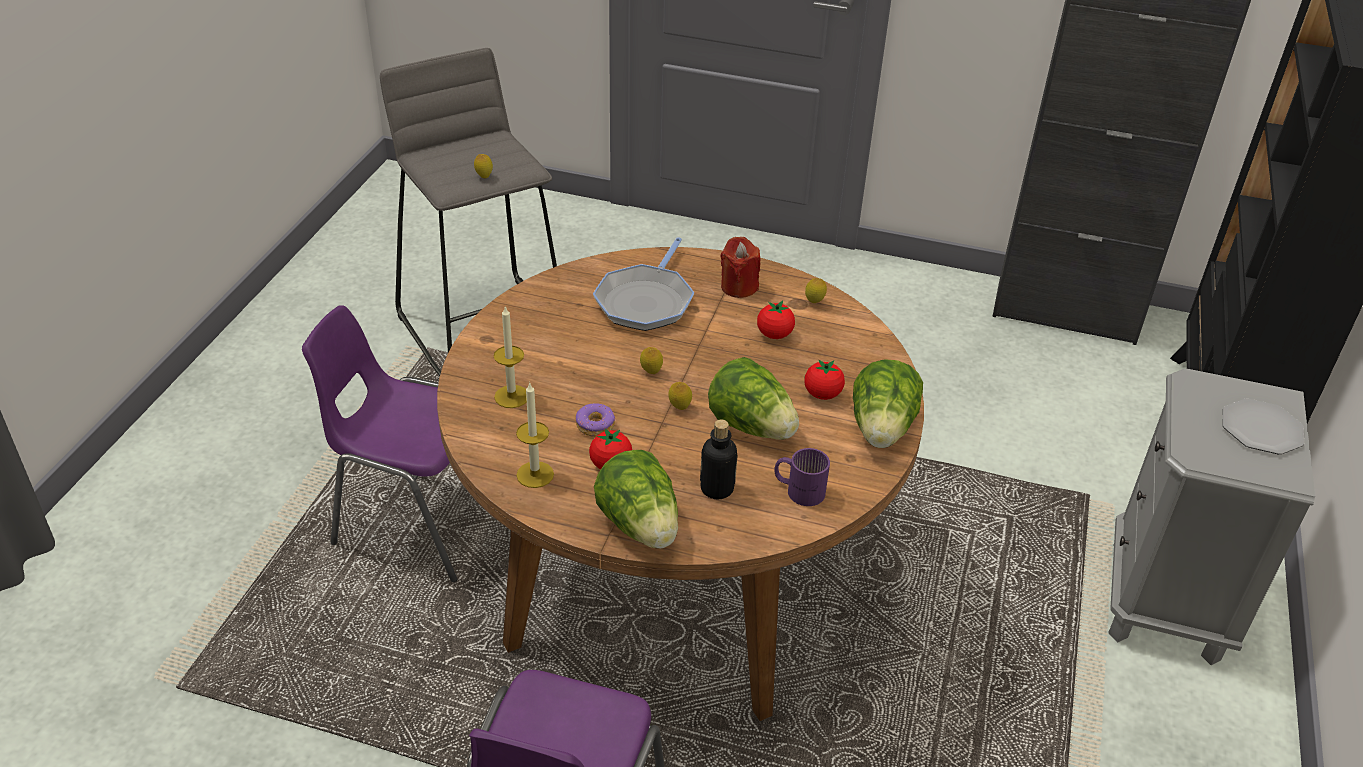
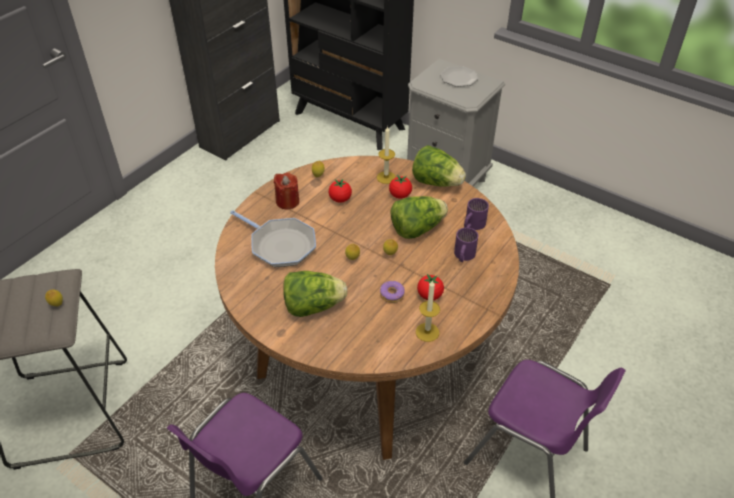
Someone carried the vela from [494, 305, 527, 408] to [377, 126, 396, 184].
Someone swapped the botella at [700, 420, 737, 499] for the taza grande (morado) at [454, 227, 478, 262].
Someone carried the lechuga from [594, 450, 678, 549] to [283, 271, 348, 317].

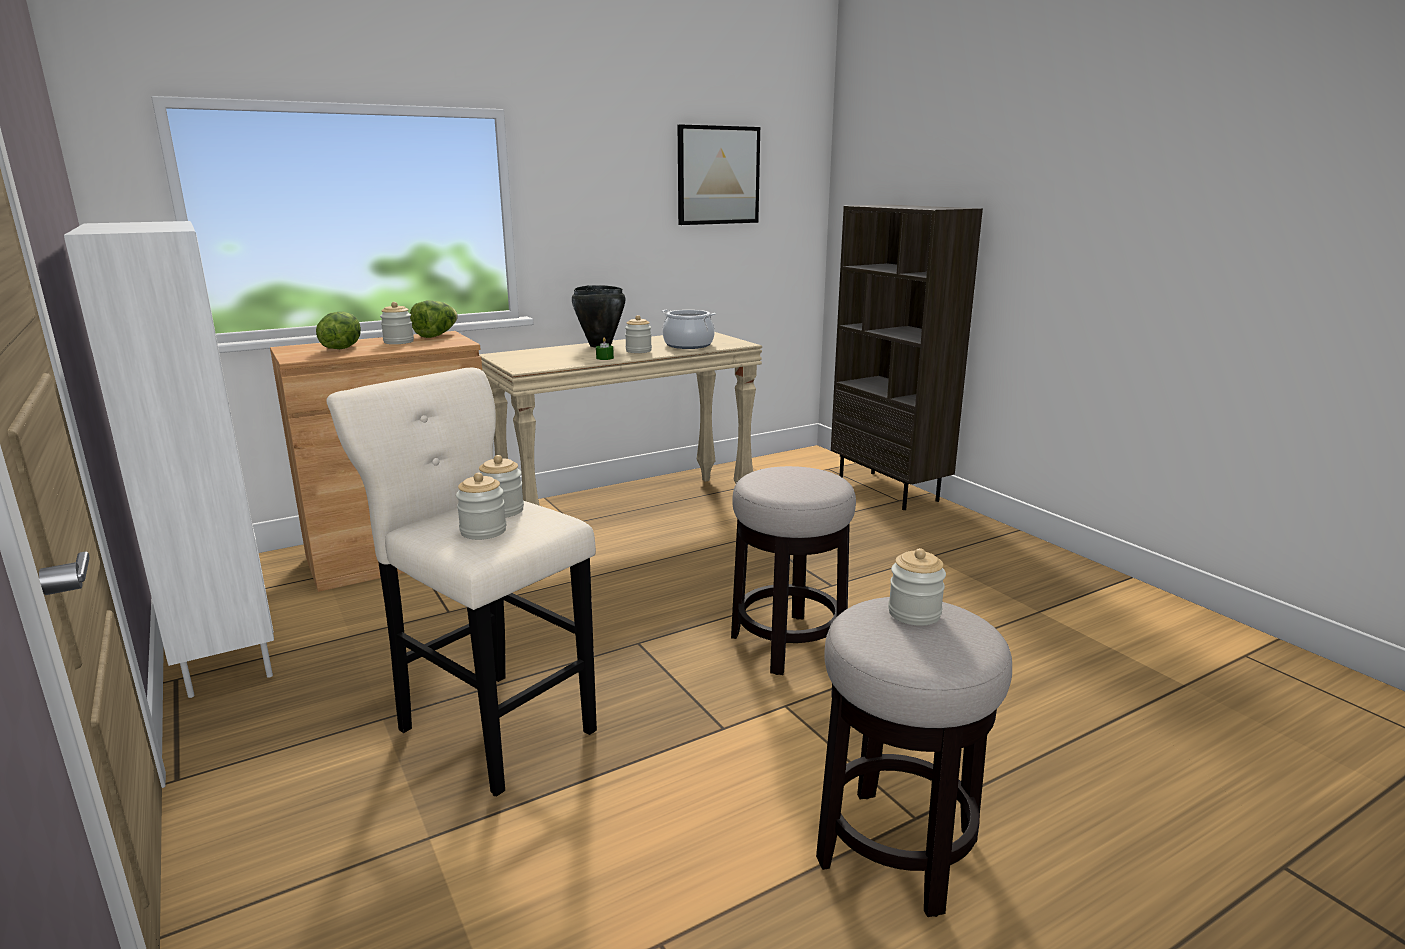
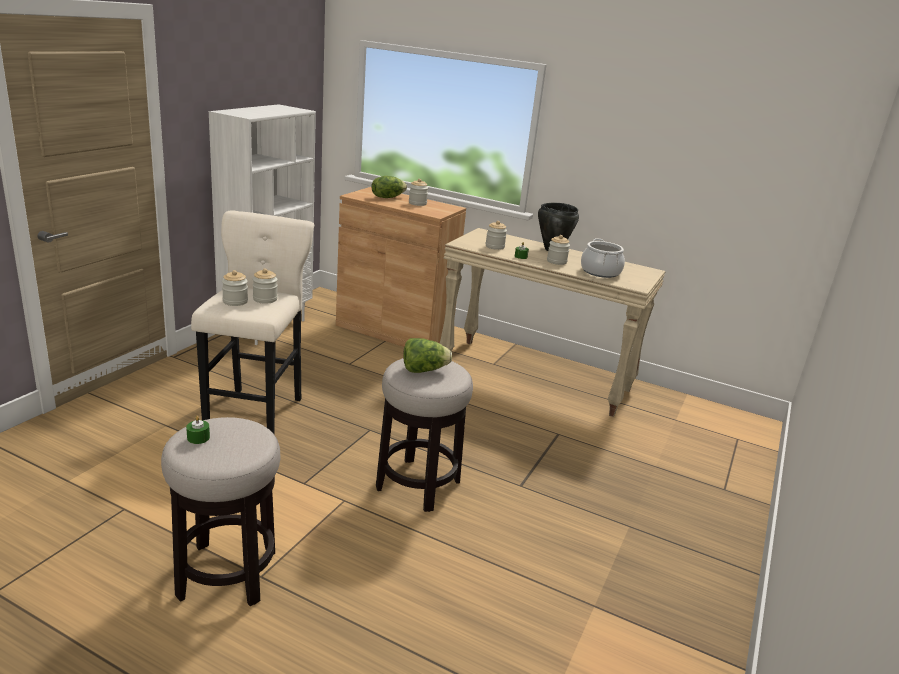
Someone took away the cuadro at [678, 124, 760, 225].
Someone took away the estantería (marrón) at [831, 205, 983, 510].
Someone carried the lechuga from [410, 300, 458, 338] to [404, 338, 452, 373].
Someone carried the tarro from [888, 548, 946, 626] to [485, 221, 507, 250].
Someone put down the vela (verde) at [186, 416, 210, 444].

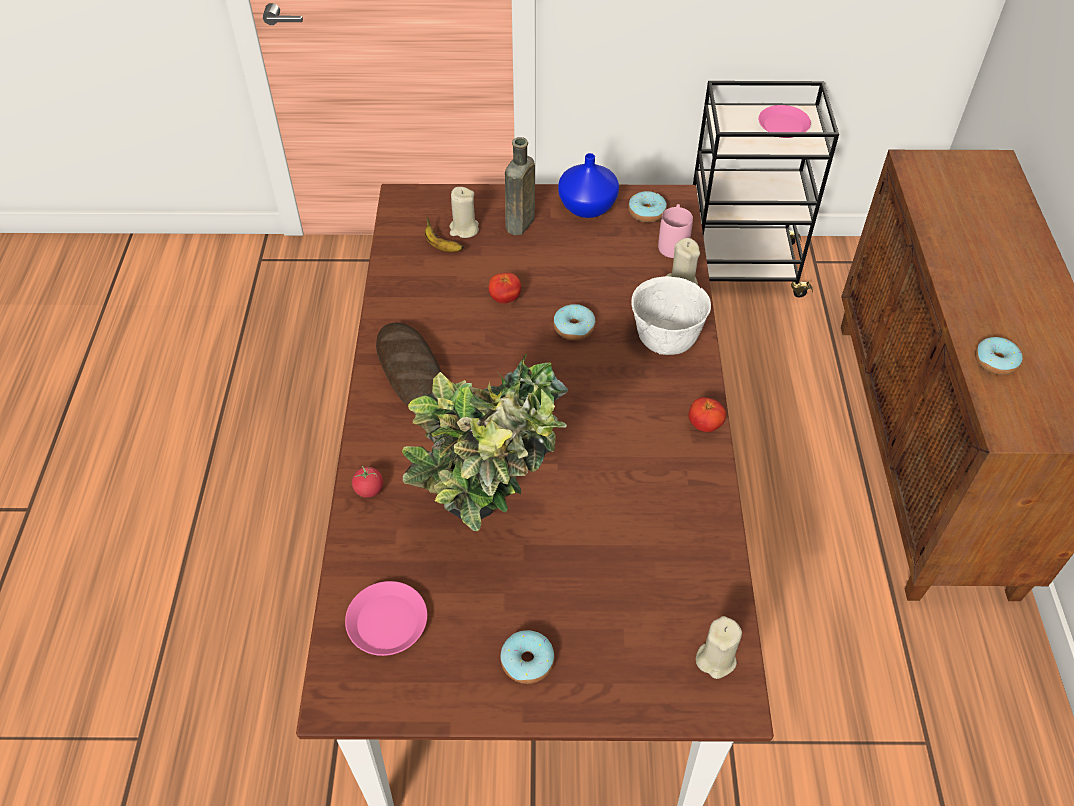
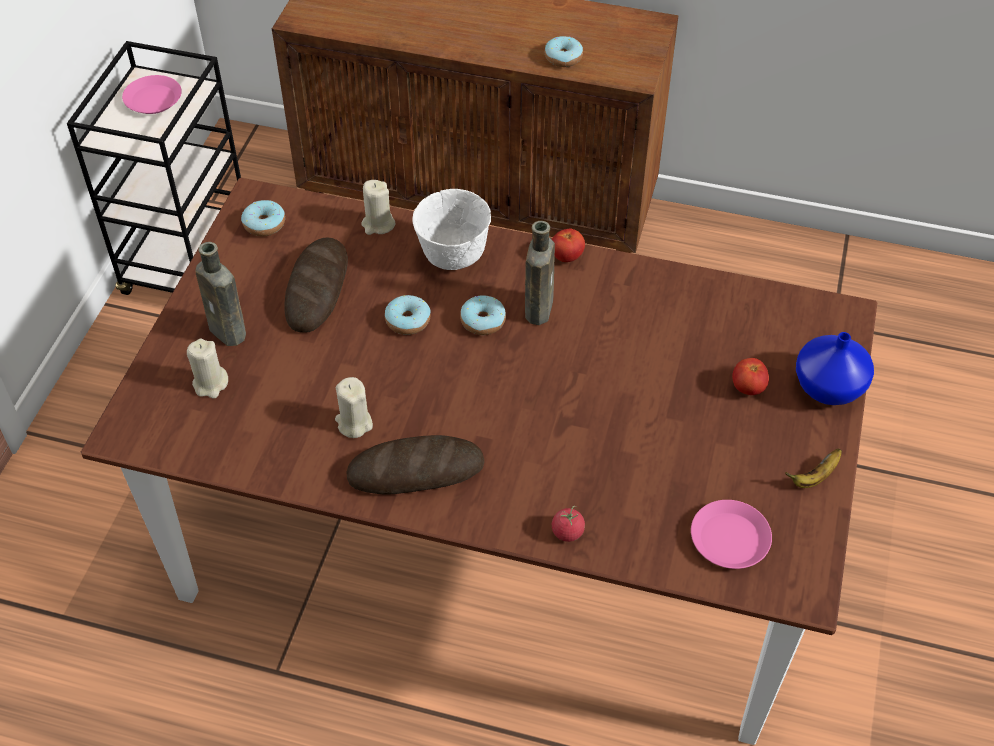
Someone carried the florero (azul) from [558, 153, 619, 218] to [796, 332, 874, 405].
Someone took away the taza grande (rosa) at [658, 204, 693, 258].
Someone carried the plátano from [425, 217, 464, 252] to [785, 449, 842, 488].
Someone carried the tomate from [489, 273, 521, 304] to [732, 358, 769, 395].
Someone took away the planta en maceta at [402, 353, 568, 531].
Someone carried the vela (beis) from [696, 616, 742, 679] to [335, 377, 373, 438].
Someone carried the rosquilla from [500, 630, 555, 684] to [460, 295, 506, 335].
Someone put down the botella (marrón) at [525, 221, 555, 325].
Someone put down the pan at [284, 237, 348, 333].

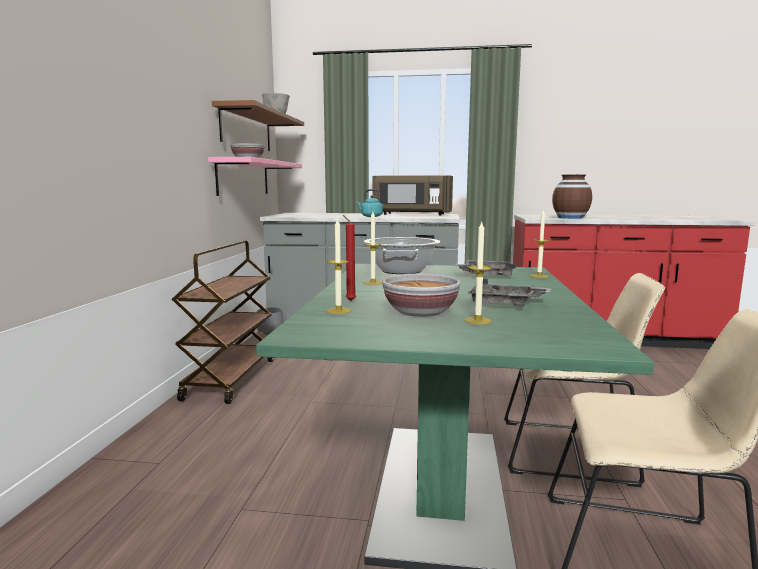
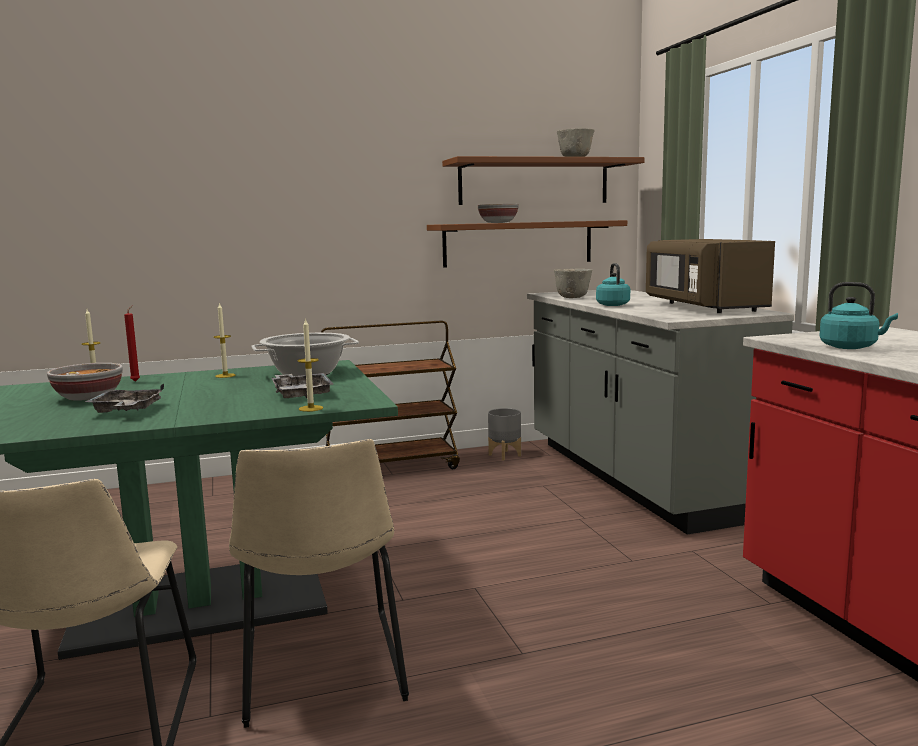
Someone repainted the estante (rosa) at [208, 157, 302, 196], which became the estante (marrón) at [427, 220, 627, 268].
Someone swapped the florero (marrón) at [552, 174, 592, 219] for the hervidor (turquesa) at [819, 282, 898, 349].
Someone took away the vela at [464, 222, 492, 325].
Someone put down the cuenco (gris) at [554, 269, 592, 298].

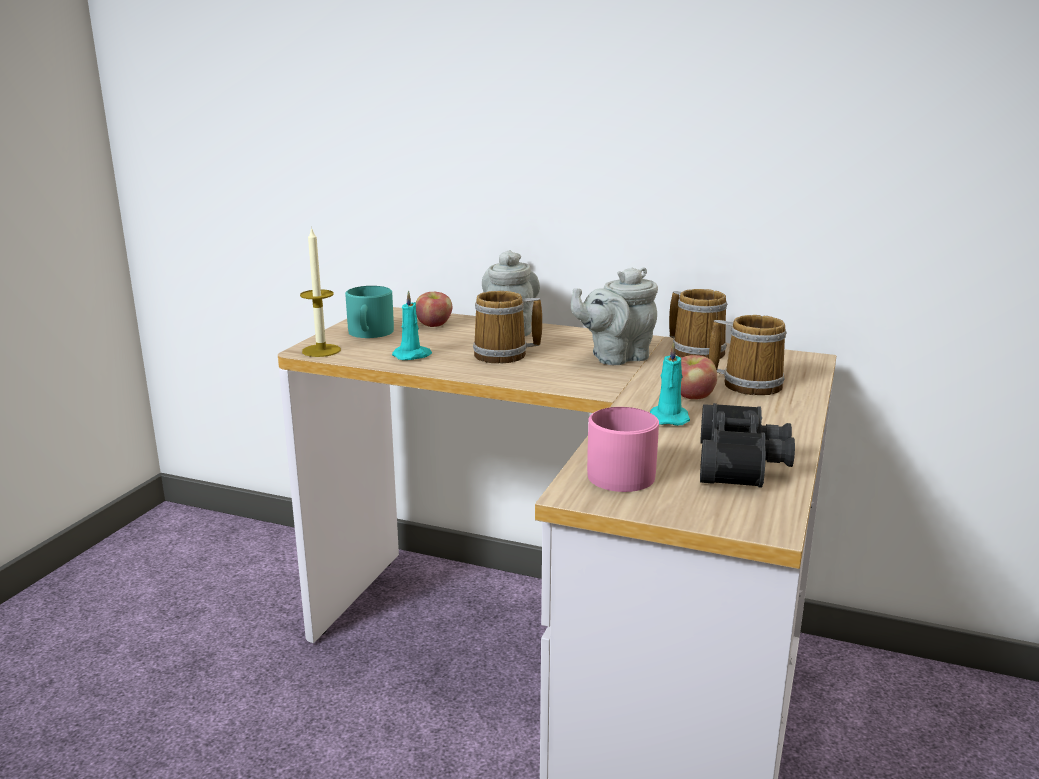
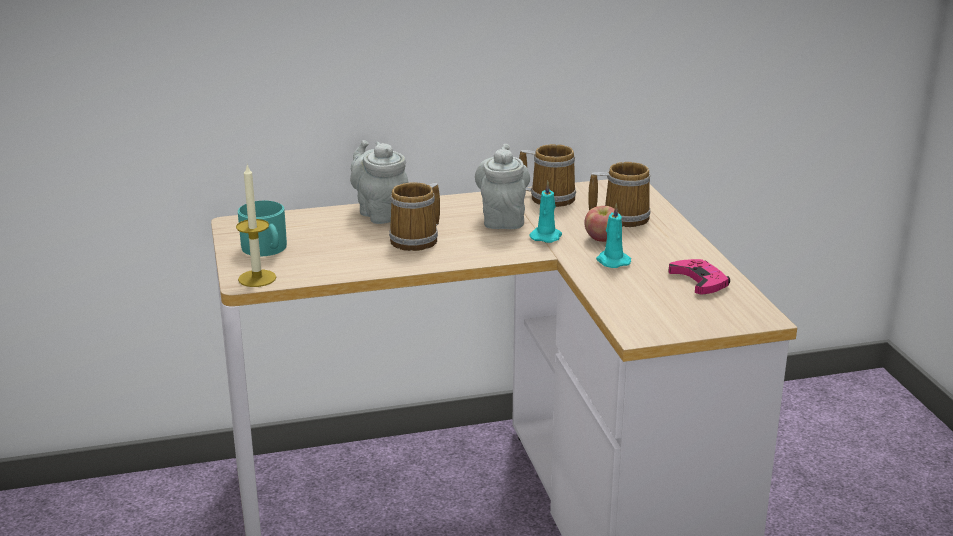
Someone rotated the tetera (gris) at [571, 267, 658, 365] by 150 degrees clockwise.
Someone carried the vela (turquesa) from [392, 290, 432, 360] to [529, 181, 562, 243].
Someone took away the manzana at [416, 292, 453, 327].
Someone swapped the prismáticos (negro) at [700, 403, 795, 488] for the mando de consola (rosa) at [668, 259, 730, 294].
Someone took away the taza grande (rosa) at [587, 407, 659, 492].

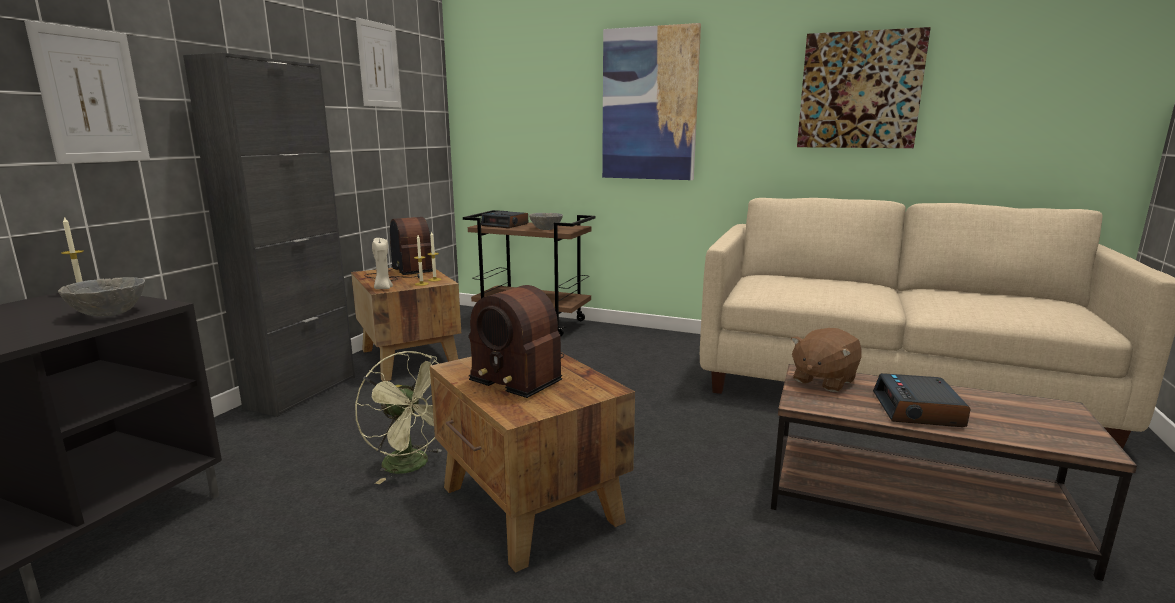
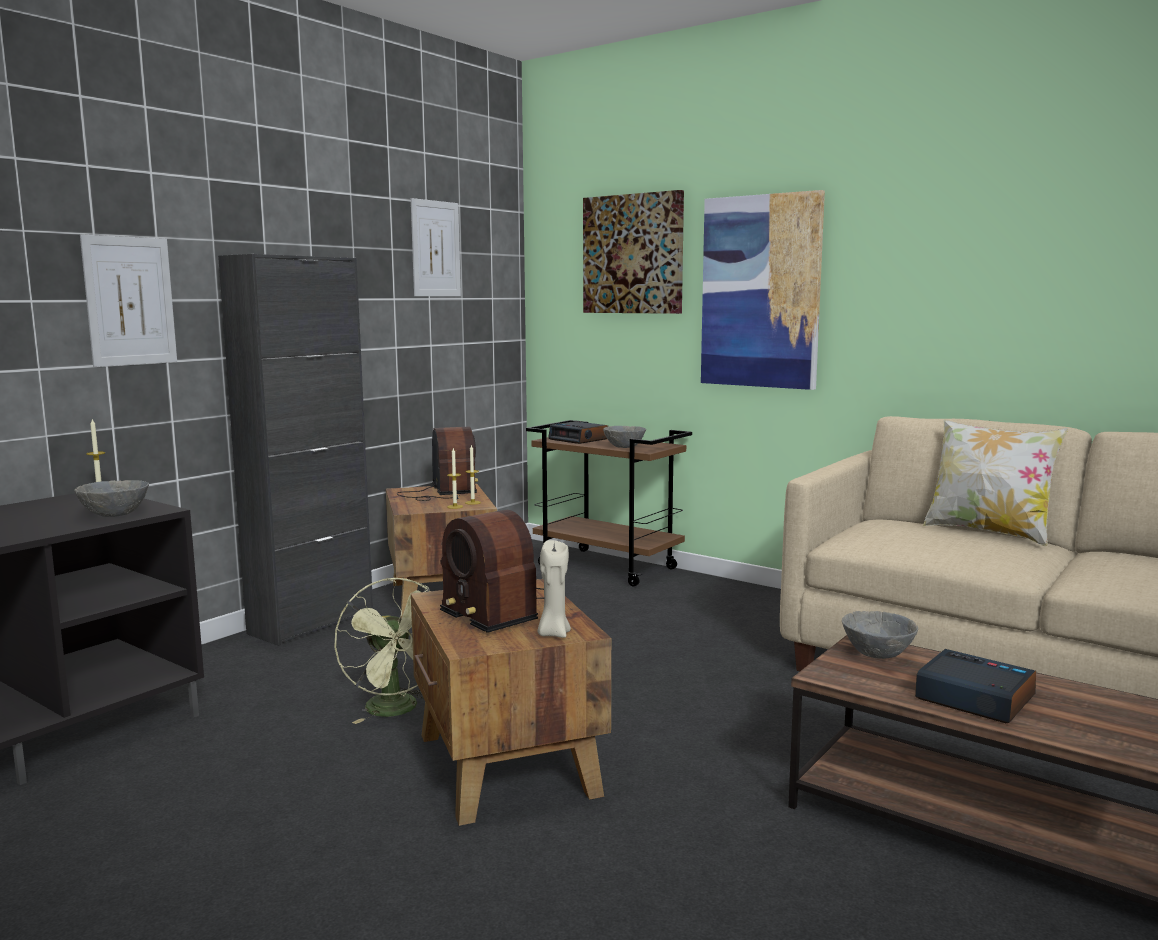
Someone carried the cuadro from [797, 27, 931, 148] to [583, 190, 684, 314].
Someone carried the vela (beis) from [372, 238, 393, 289] to [537, 540, 571, 638].
Someone swapped the peluche (marrón) at [791, 328, 862, 392] for the cuenco (gris) at [842, 611, 918, 659].
Someone rotated the despertador at [873, 373, 971, 427] by 105 degrees clockwise.
Someone put down the cojín at [923, 420, 1068, 546].

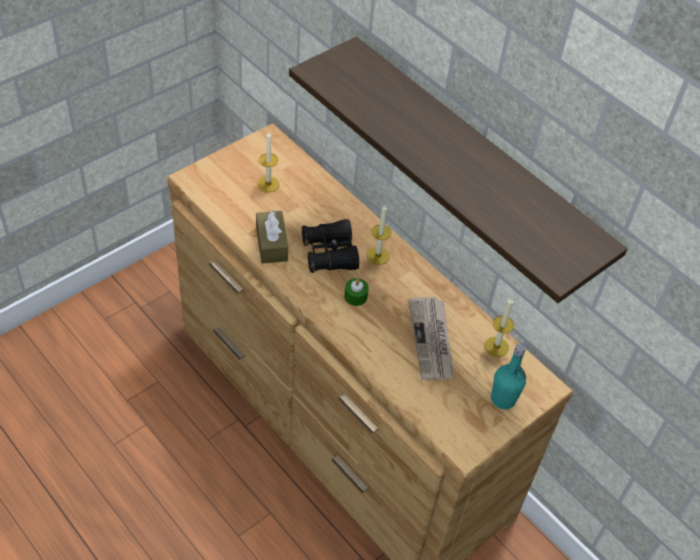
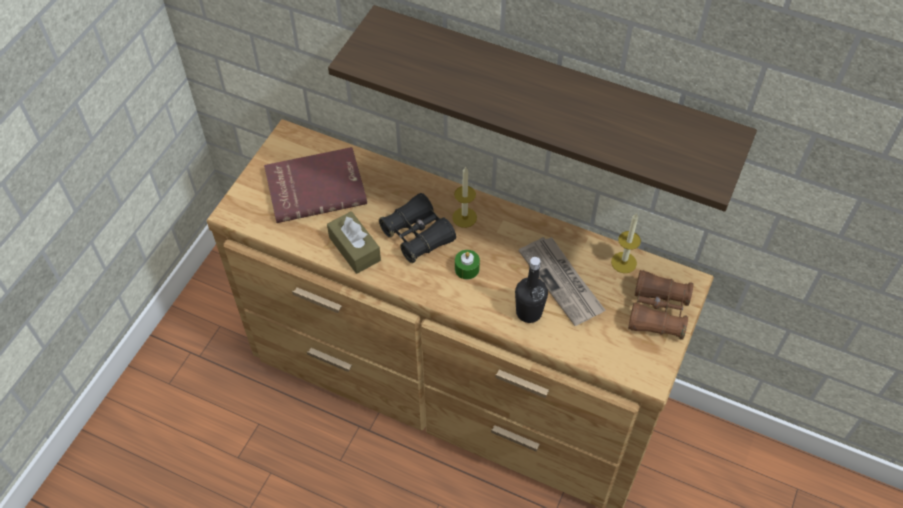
Someone swapped the vela at [258, 132, 279, 192] for the libro (rojo) at [264, 147, 367, 223].
Someone swapped the botella (turquesa) at [491, 343, 526, 409] for the prismáticos (marrón) at [628, 270, 694, 339].
Someone put down the botella (negro) at [515, 257, 548, 323].

